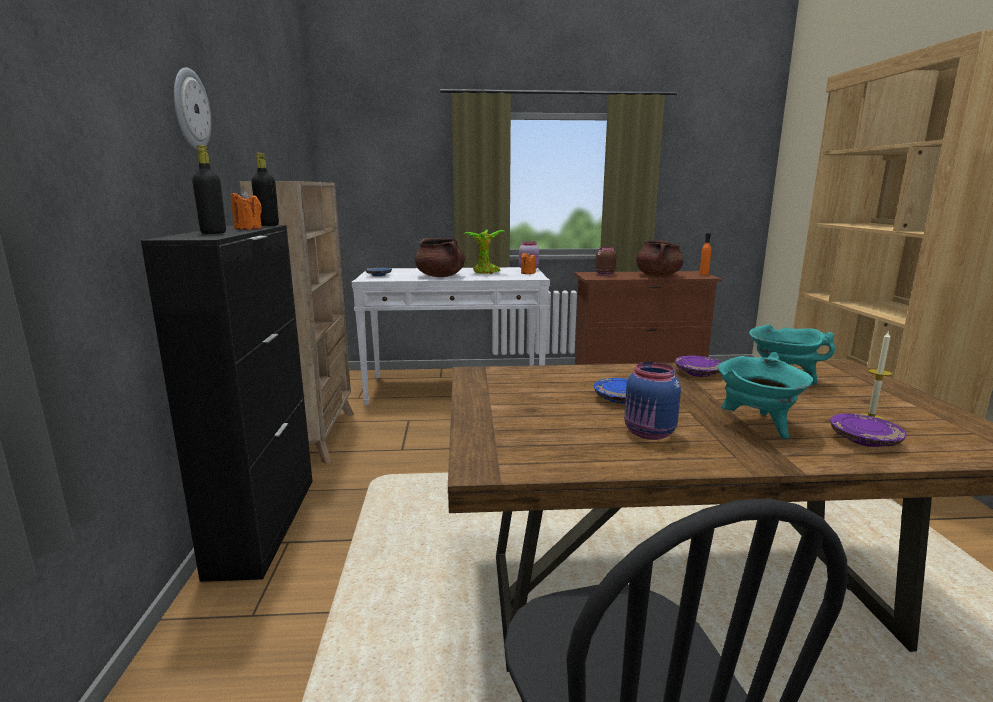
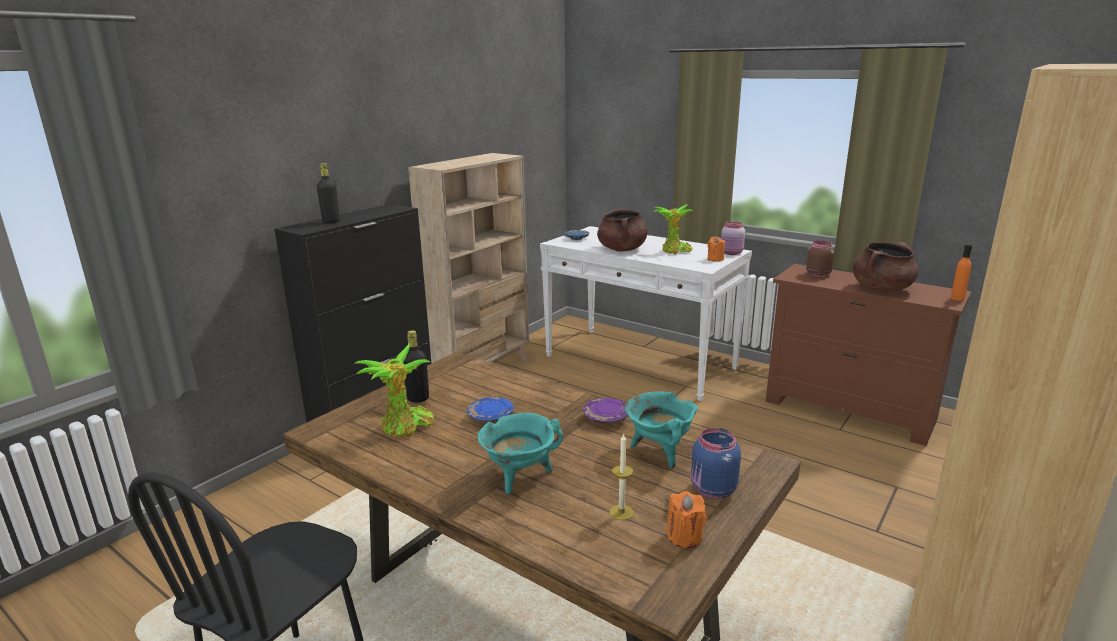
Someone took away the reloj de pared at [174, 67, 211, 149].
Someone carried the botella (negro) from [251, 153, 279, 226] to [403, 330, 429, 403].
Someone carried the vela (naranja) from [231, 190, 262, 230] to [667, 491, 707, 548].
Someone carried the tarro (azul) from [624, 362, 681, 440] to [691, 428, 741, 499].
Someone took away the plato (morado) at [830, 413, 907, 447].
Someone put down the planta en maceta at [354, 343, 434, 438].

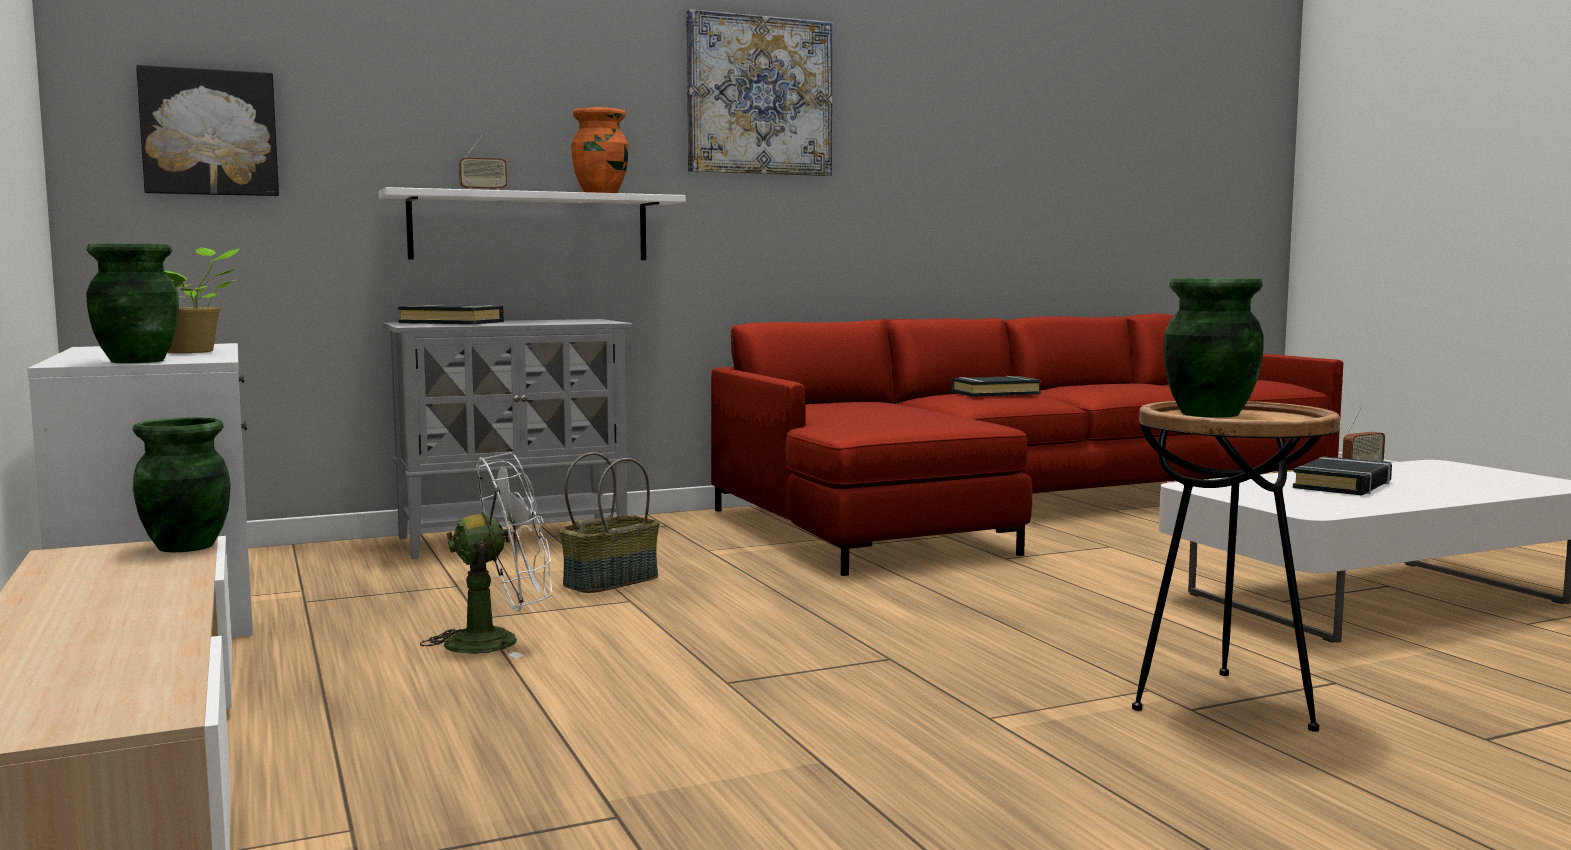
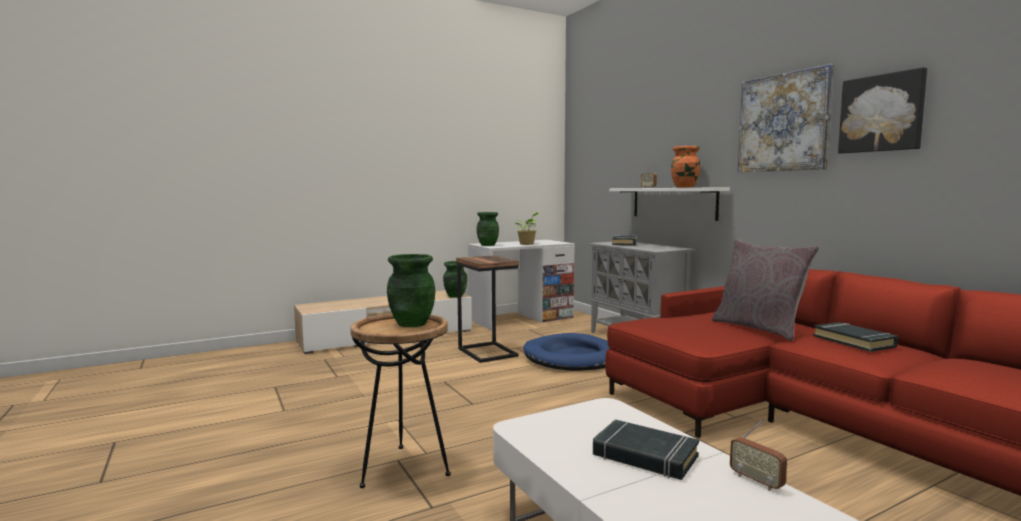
Someone carried the cuadro from [136, 65, 279, 196] to [838, 67, 927, 154].
Someone swapped the ventilador (blanco) at [420, 452, 552, 658] for the mesa auxiliar at [456, 255, 519, 363].
Someone swapped the cesta at [559, 452, 660, 593] for the cama para perro (azul) at [523, 333, 610, 371].
Someone put down the cojín (gris) at [712, 239, 819, 341].

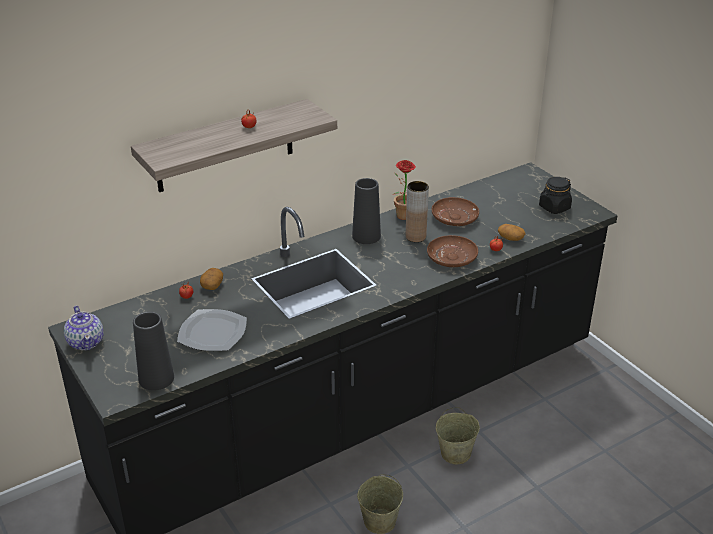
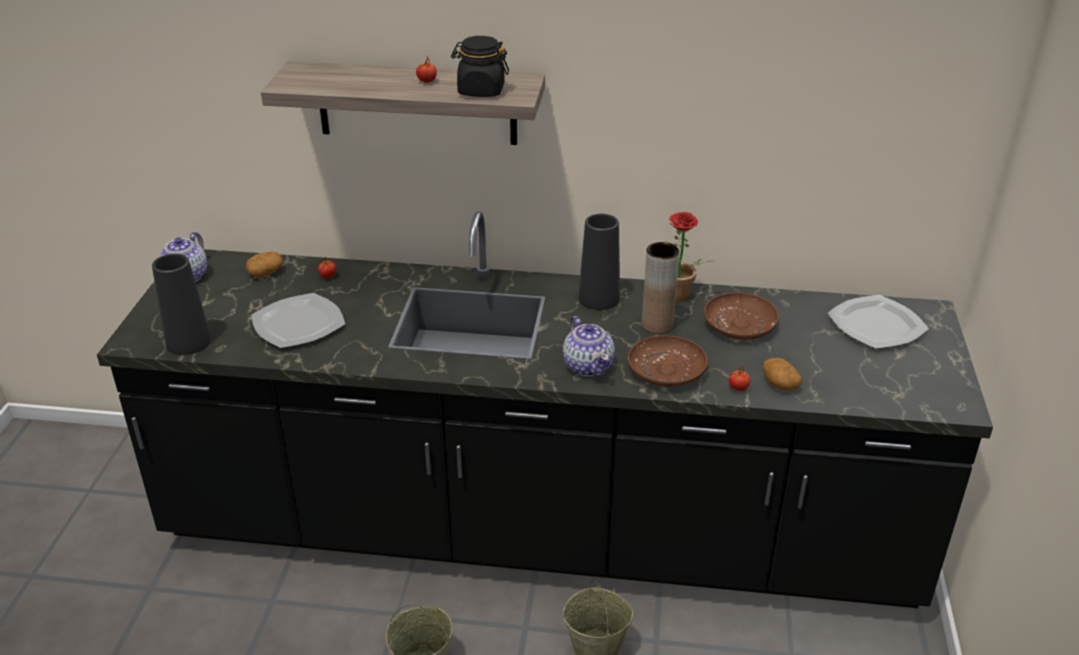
Someone carried the tarro (negro) from [539, 177, 572, 214] to [451, 36, 509, 97].
Someone carried the patata from [200, 268, 223, 290] to [246, 252, 283, 278].
Someone put down the plato at [828, 295, 929, 349].
Someone put down the tetera at [563, 316, 615, 376].

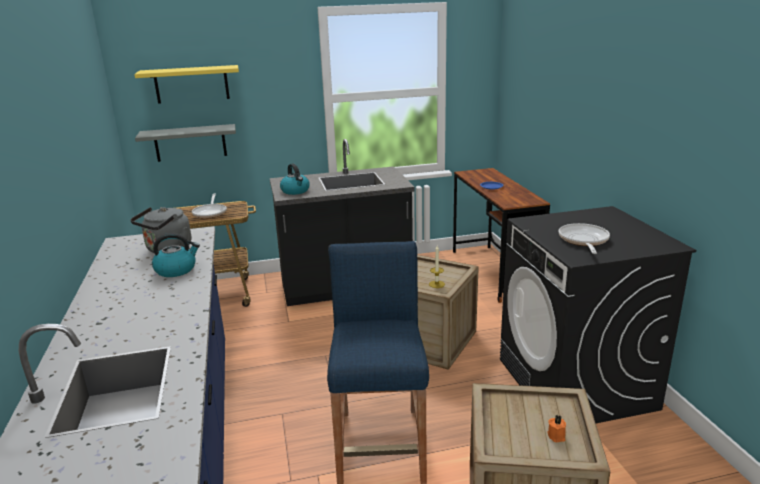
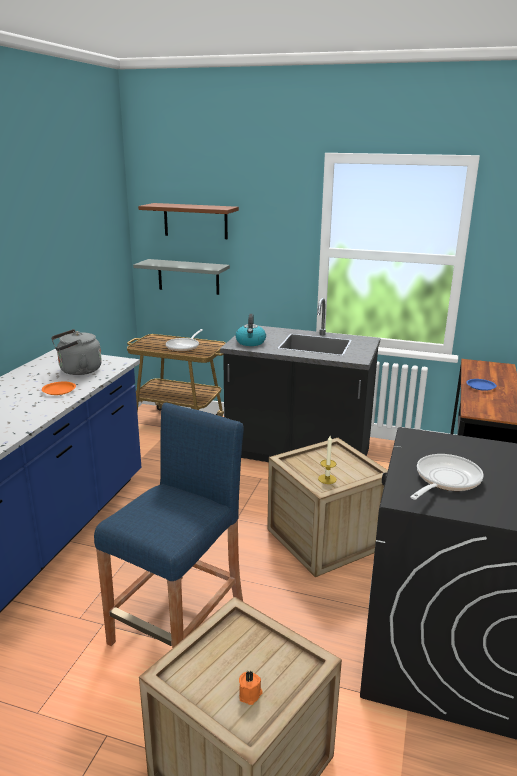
Someone repainted the estante (amarillo) at [134, 65, 239, 104], which became the estante (marrón) at [138, 203, 239, 239].
Someone swapped the hervidor at [152, 233, 200, 277] for the plato (naranja) at [42, 382, 76, 395].

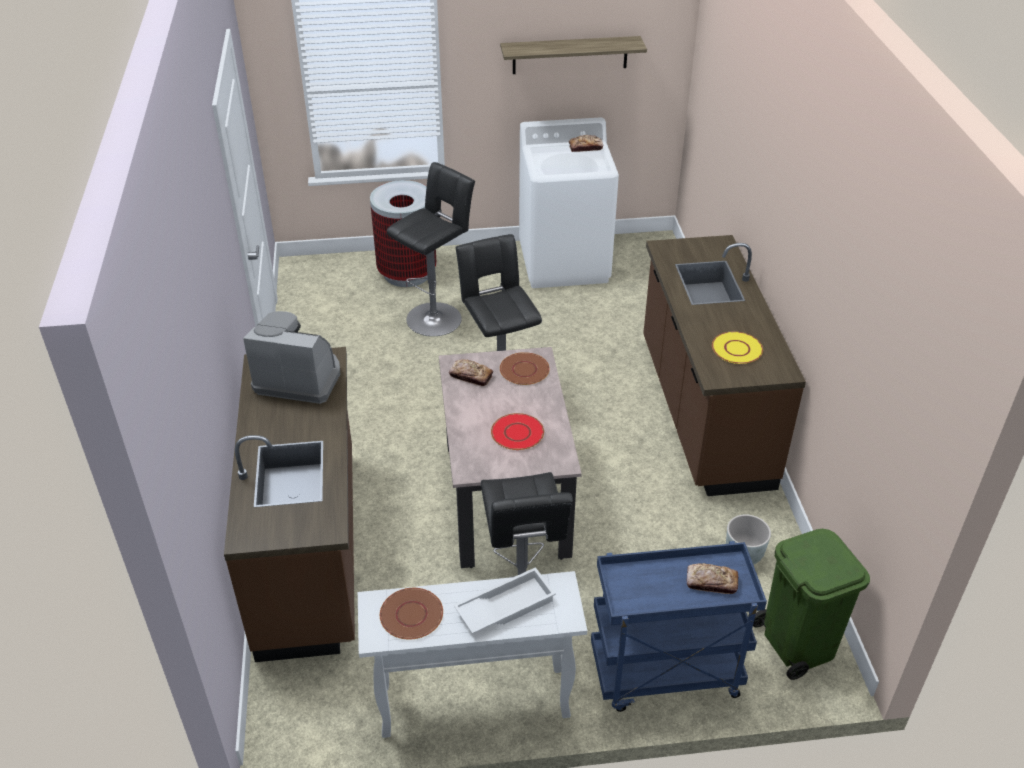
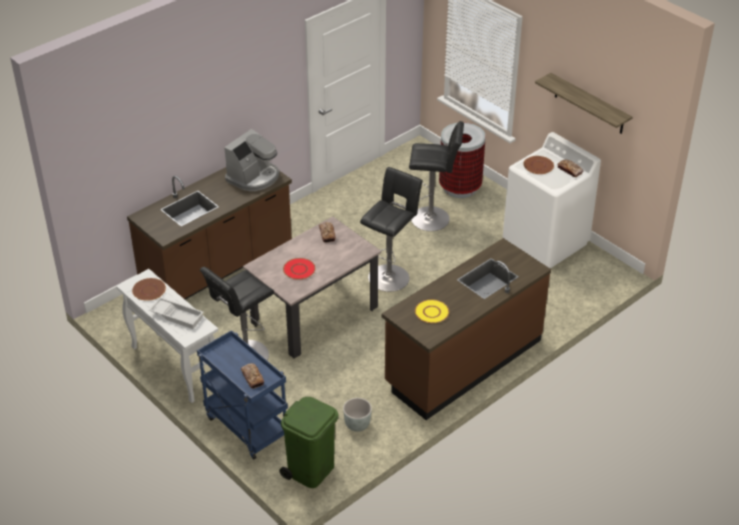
Someone rotated the cafetera at [243, 311, 340, 404] by 60 degrees clockwise.
Someone carried the plato (marrón) from [500, 352, 550, 385] to [524, 156, 554, 174].

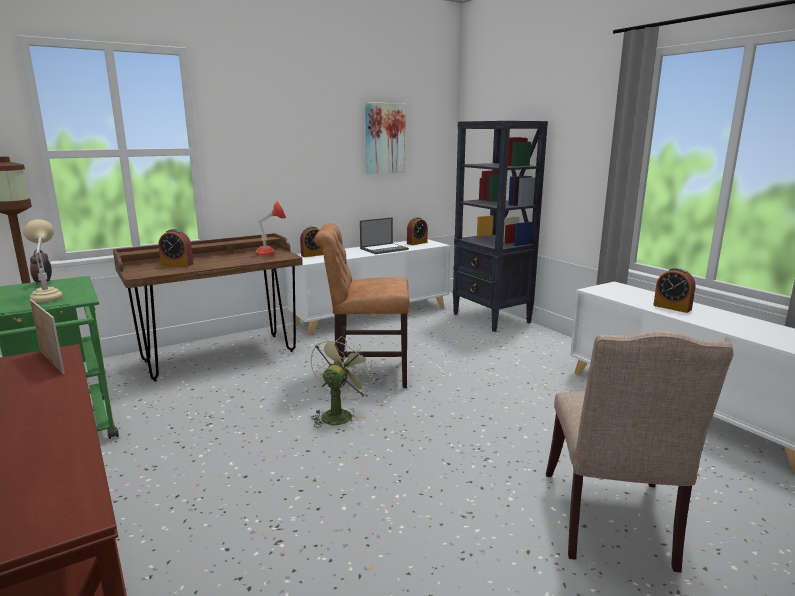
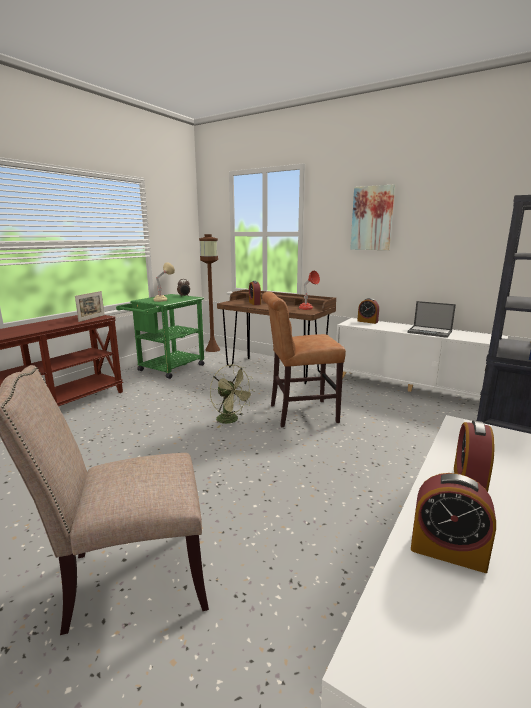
Someone carried the cuadro from [365, 102, 406, 174] to [350, 184, 395, 250].
Someone carried the despertador from [407, 217, 428, 245] to [411, 473, 496, 573].
Someone rotated the silla (marrón) at [314, 223, 409, 388] by 75 degrees counterclockwise.
Someone rotated the ventilador (verde) at [310, 335, 375, 428] by 45 degrees clockwise.

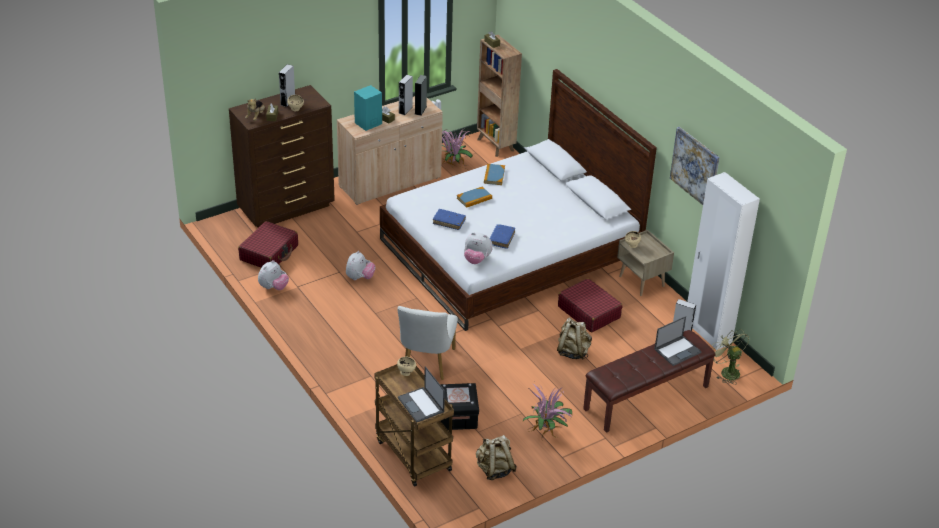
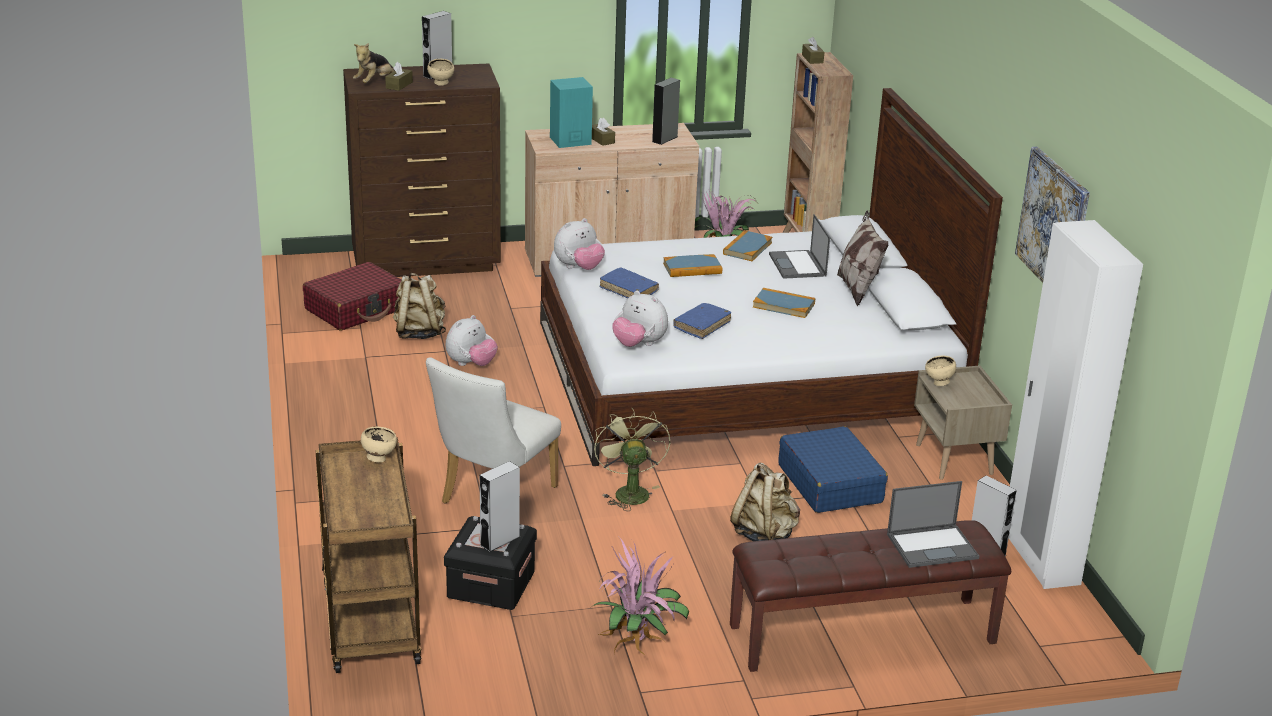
Someone carried the altavoz (gris) from [399, 75, 413, 115] to [480, 461, 520, 552].
Someone carried the peluche from [258, 260, 289, 290] to [554, 218, 605, 270].
Someone repainted the maleta (rojo) at [558, 278, 623, 332], which became the maleta (azul) at [779, 426, 888, 513].
Someone carried the ventilador (verde) from [712, 329, 749, 385] to [594, 408, 670, 511].
Someone carried the portátil from [398, 366, 445, 422] to [769, 214, 830, 279].
Someone carried the mochila (beis) from [476, 435, 517, 480] to [393, 273, 446, 339].
Someone put down the cojín at [837, 210, 889, 306].
Someone put down the libro at [753, 288, 815, 318].

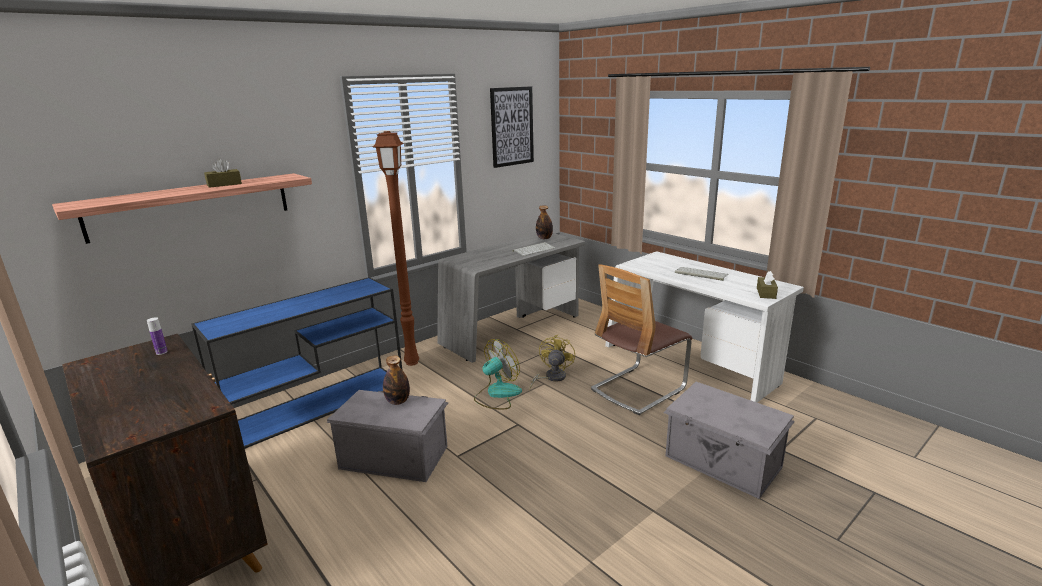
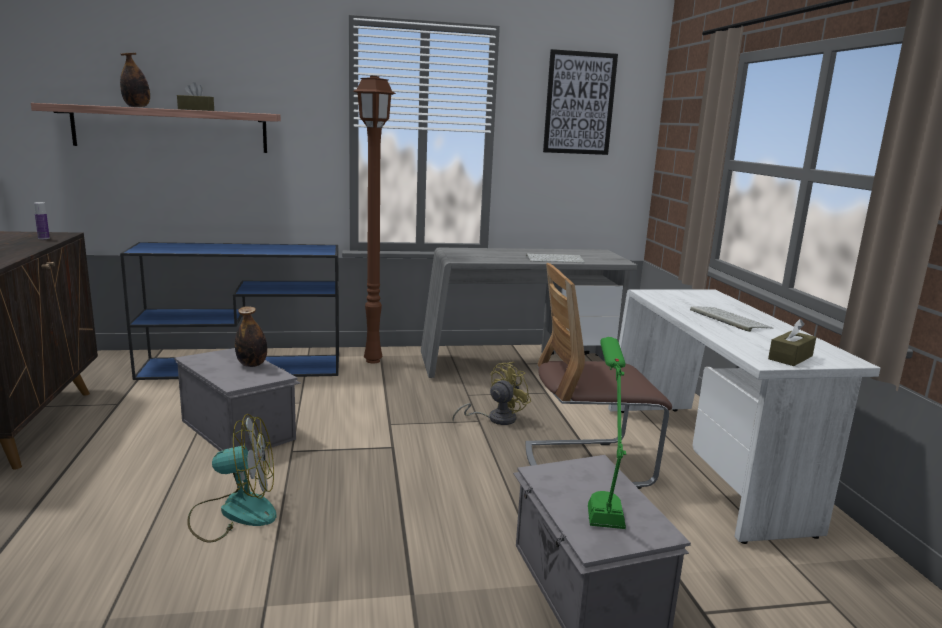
Someone carried the botella from [536, 206, 553, 239] to [120, 53, 150, 107].
Someone carried the ventilador from [474, 339, 522, 409] to [187, 414, 277, 542].
Someone put down the lámpara de mesa (verde) at [588, 337, 626, 529].

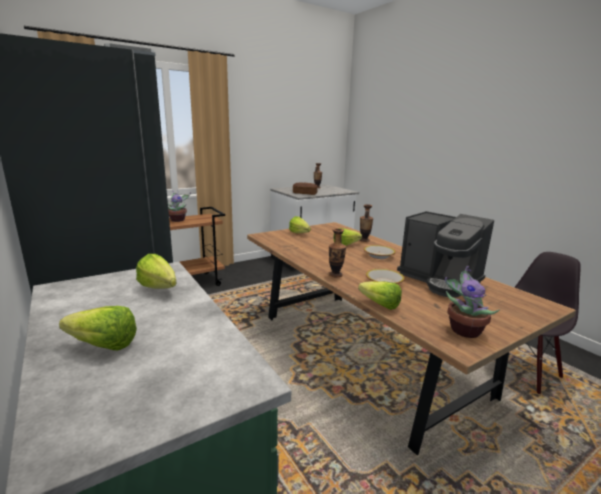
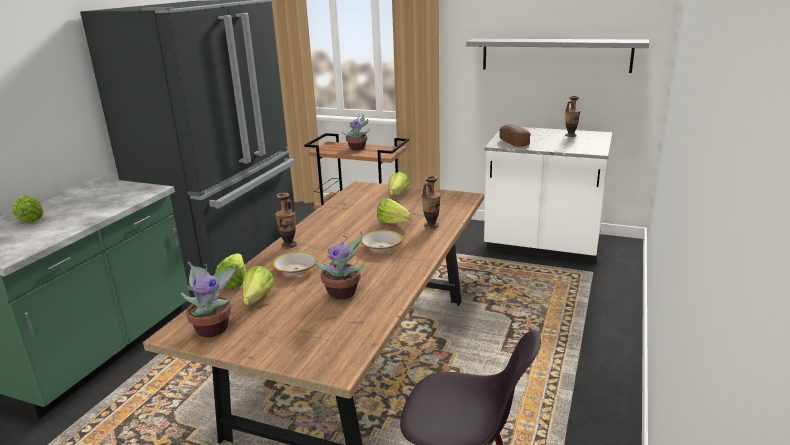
Someone swapped the cafetera at [397, 211, 494, 297] for the planta en maceta at [314, 231, 365, 299].
Someone carried the lechuga from [136, 254, 176, 289] to [243, 266, 274, 305].
Someone put up the estante (gris) at [466, 39, 649, 73].

